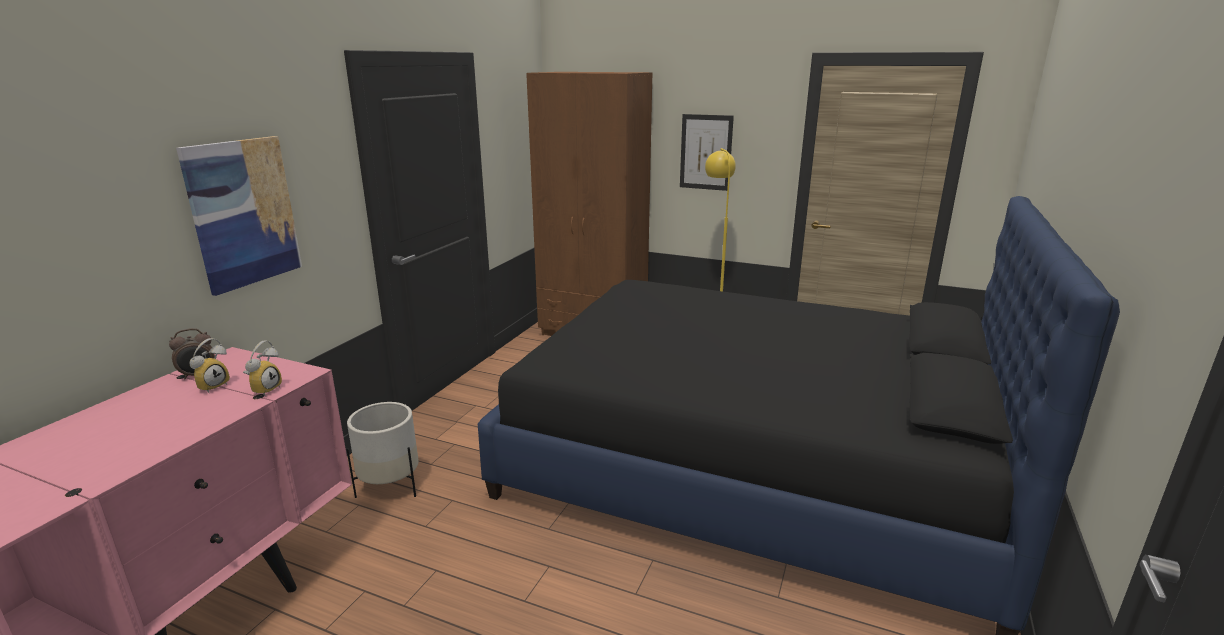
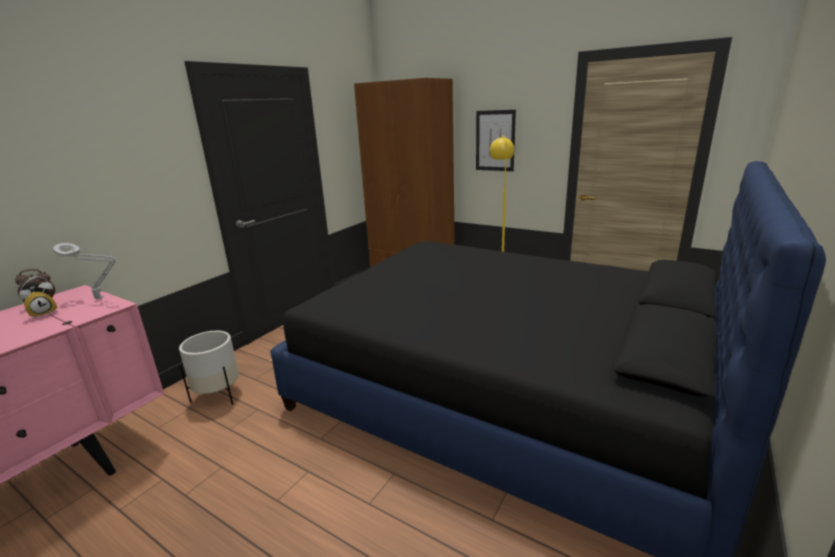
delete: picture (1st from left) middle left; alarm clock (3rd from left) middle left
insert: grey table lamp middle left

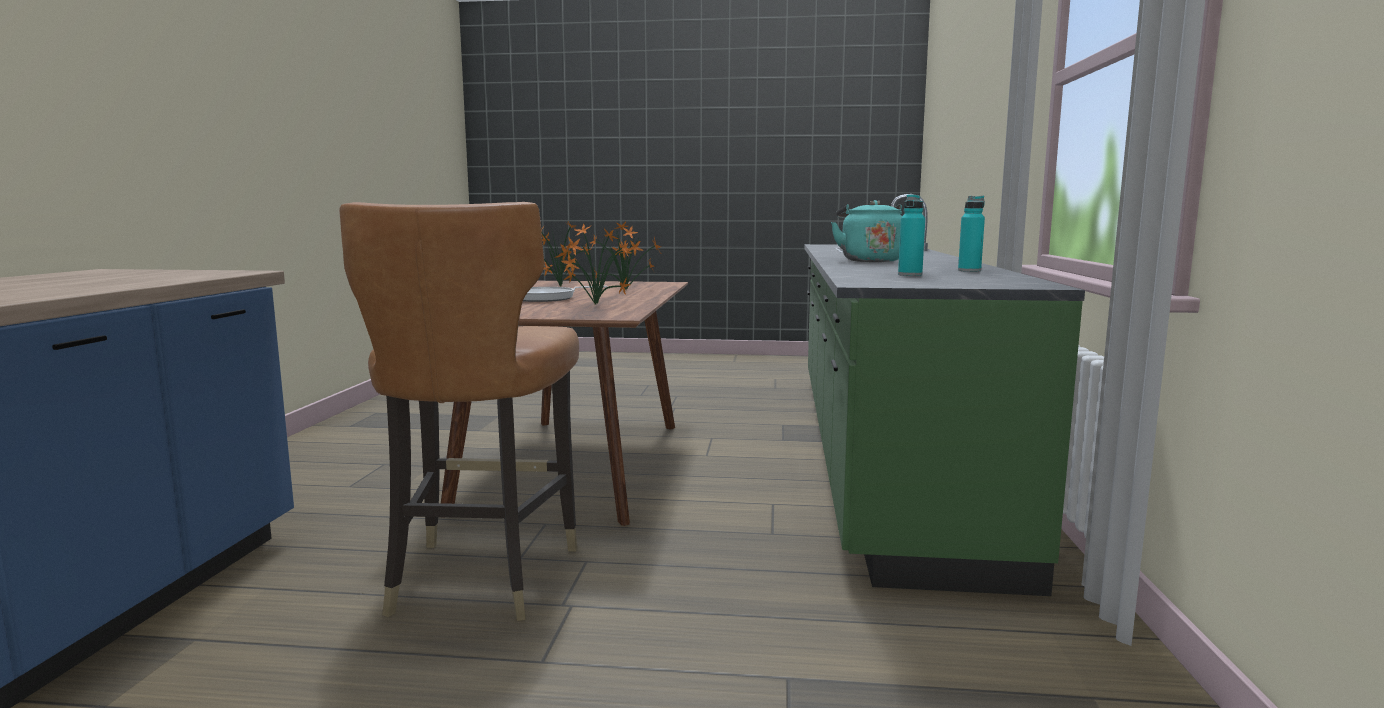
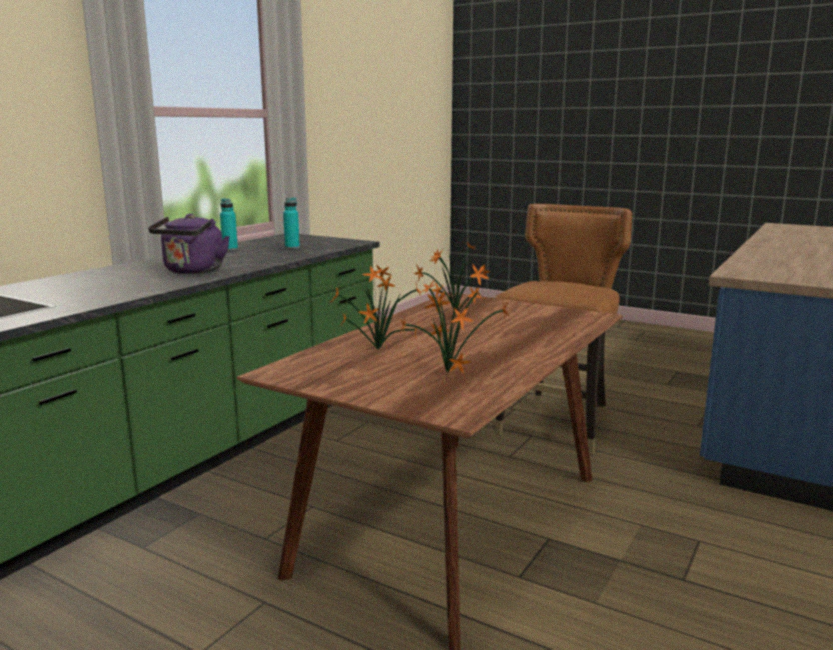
delete: frying pan centre
recolor: turquoise kettle top centre to purple kettle middle left

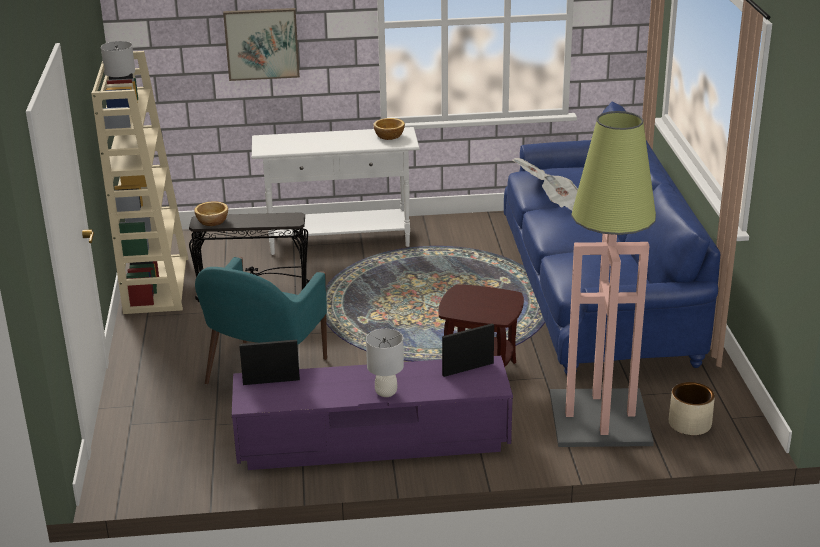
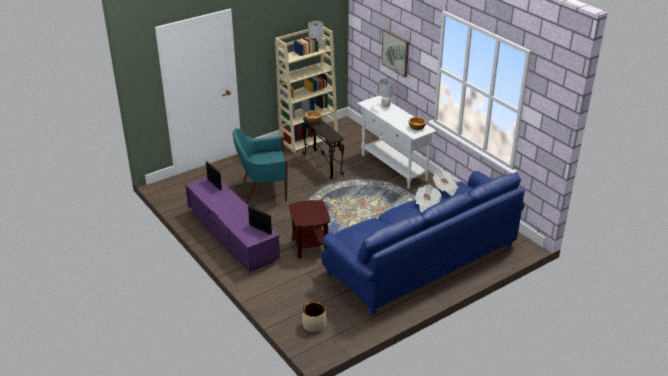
delete: floor lamp middle right
move: grey table lamp (2nd from left) centre to top centre

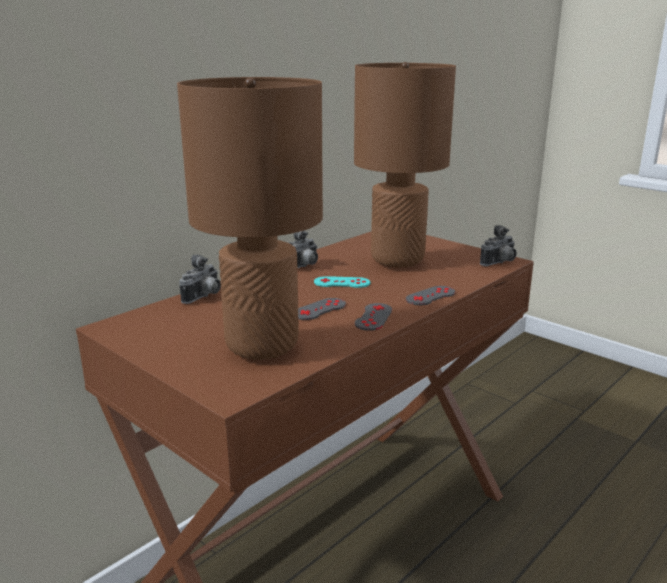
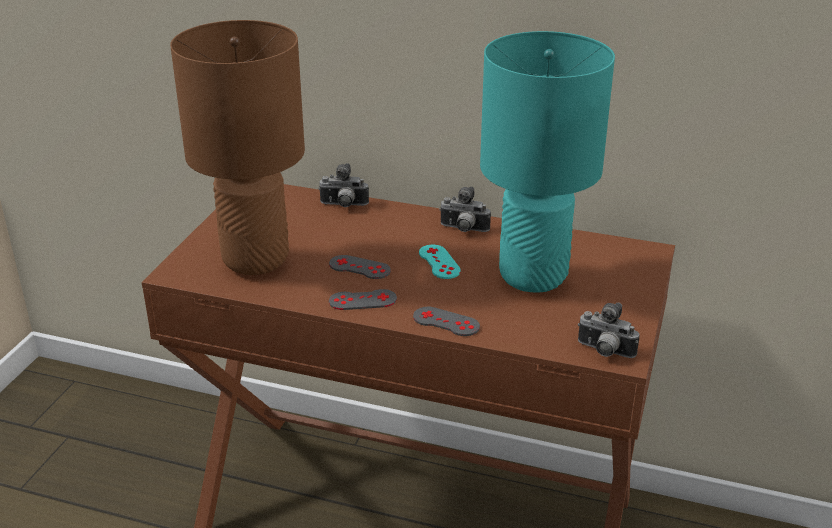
recolor: brown table lamp (2nd from left) top centre to turquoise table lamp top centre

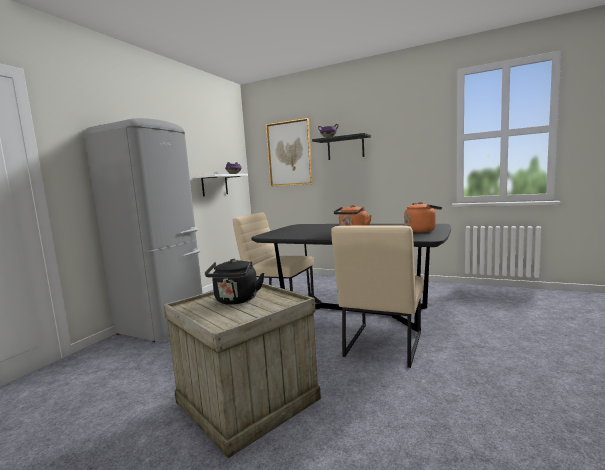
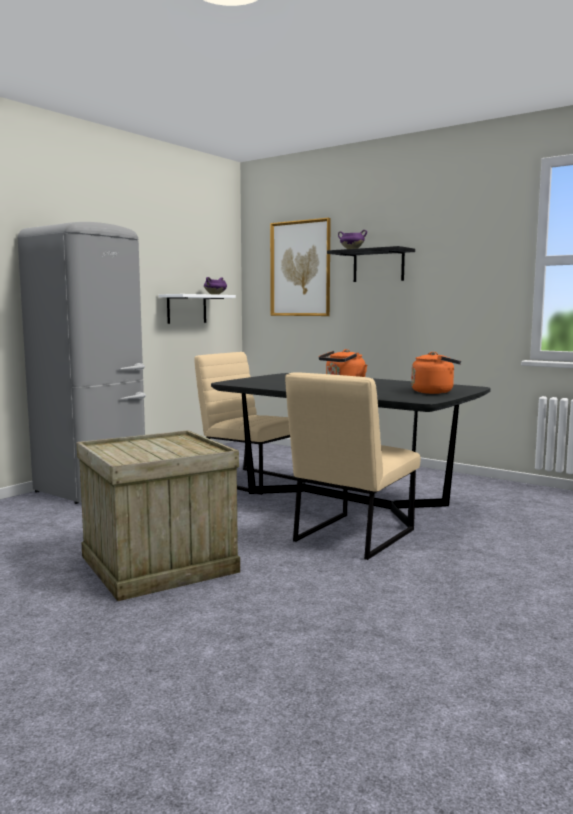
delete: black kettle centre

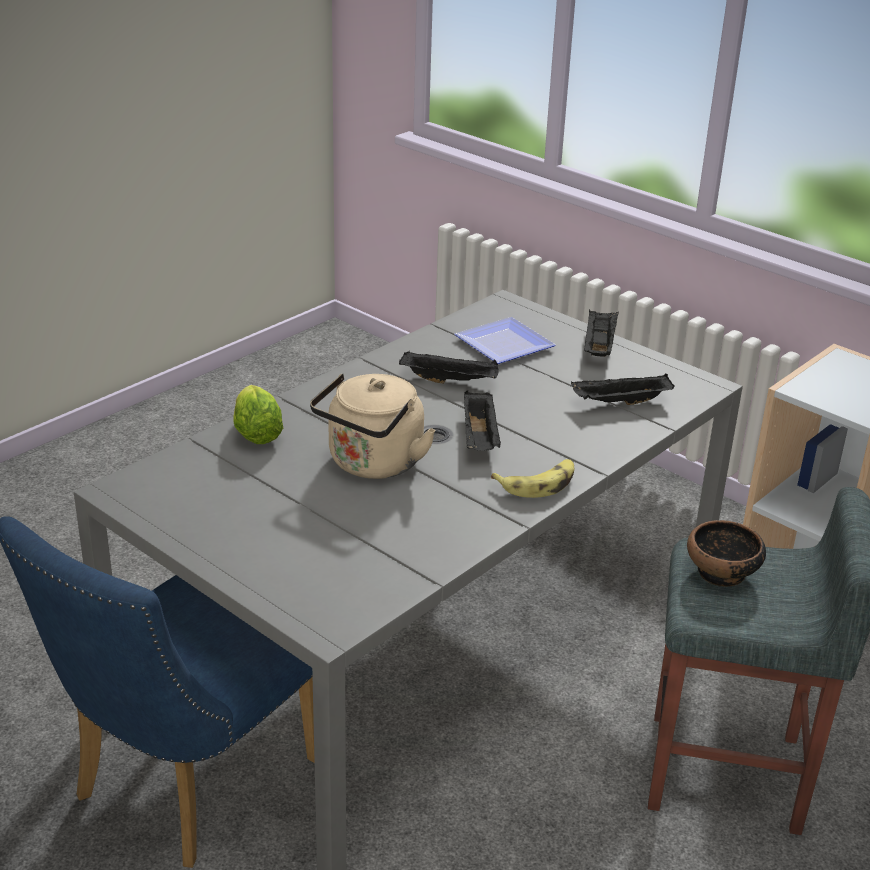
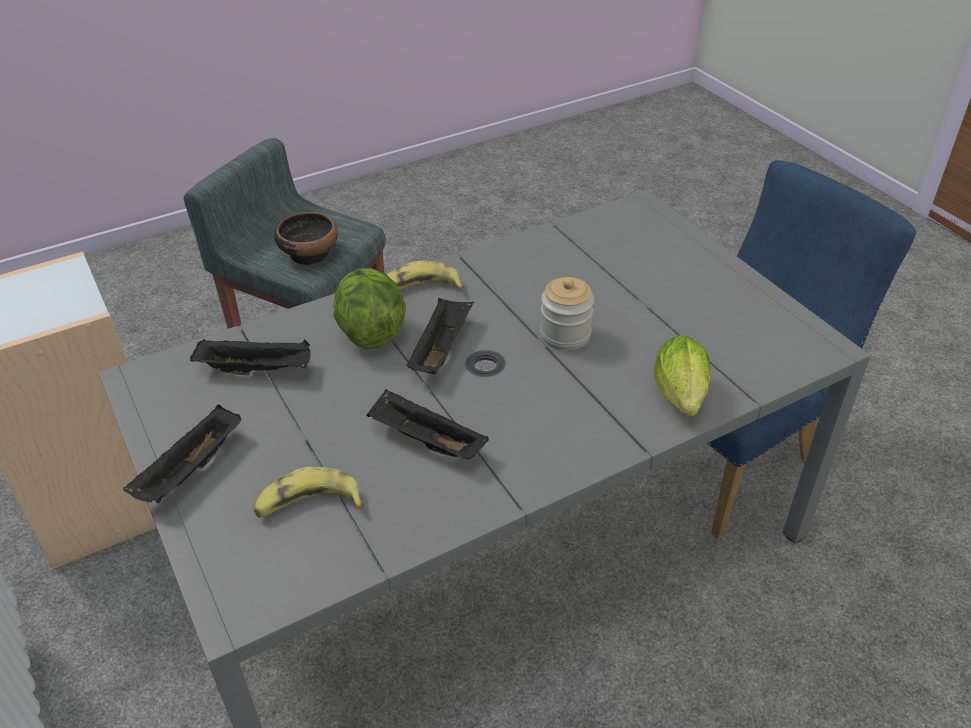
insert: lettuce (1st from left) centre
replace: beige kettle centre to jar centre; plate centre to banana (1st from left) bottom left

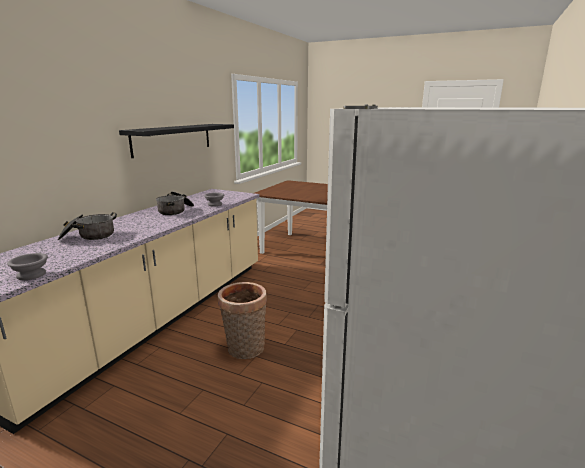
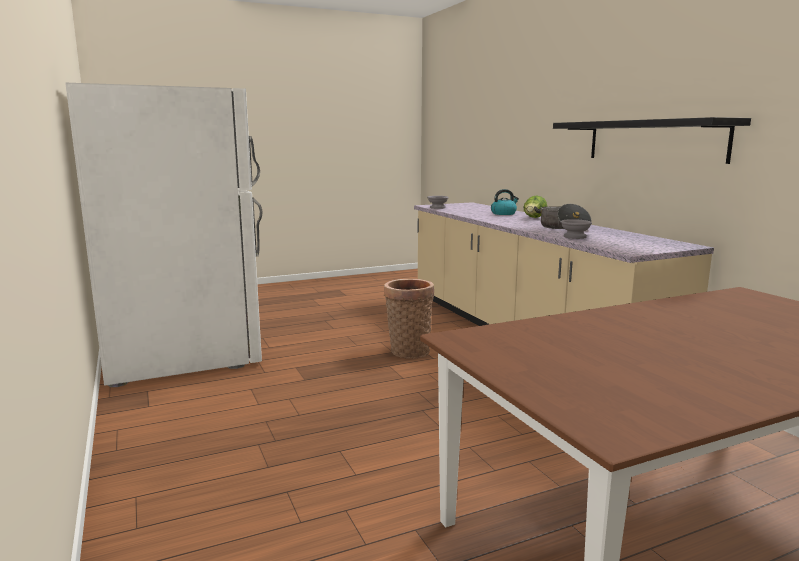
insert: lettuce middle right
replace: cooking pot (1st from left) middle left to kettle centre

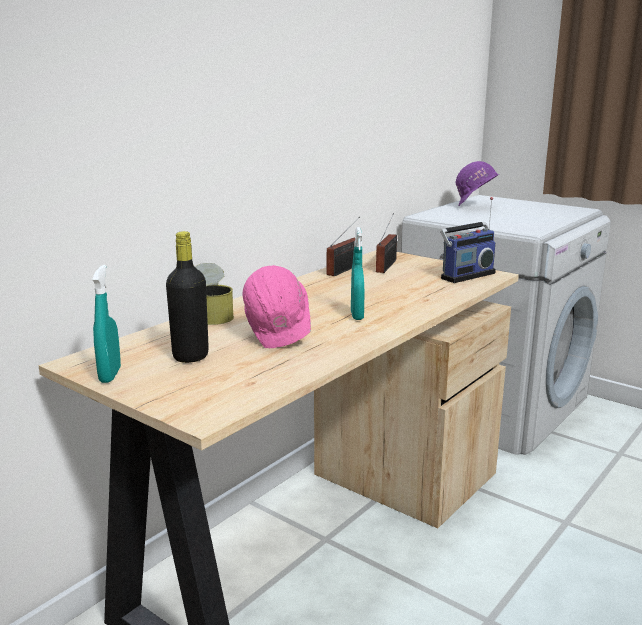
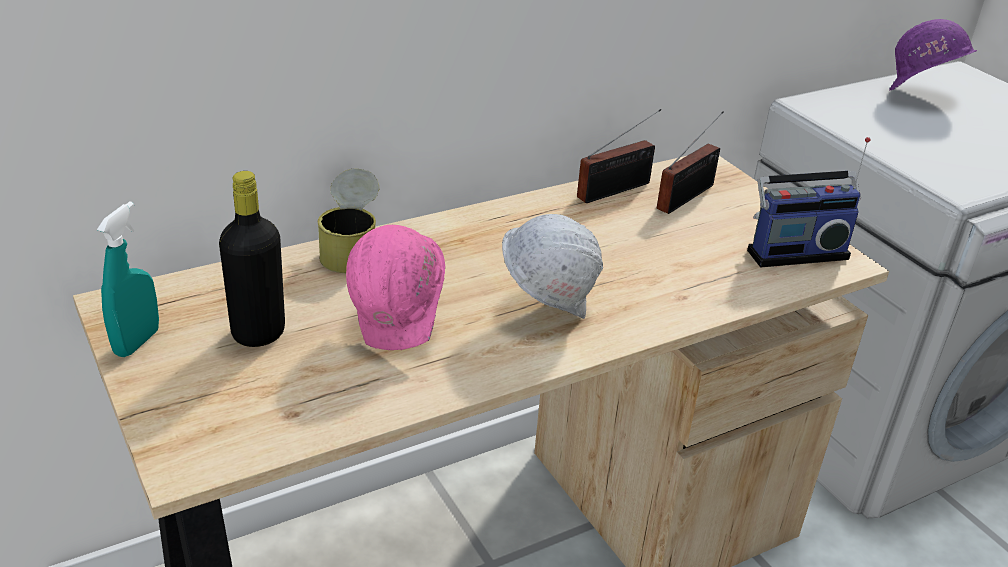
replace: turquoise spray bottle (2nd from left) centre to white hard hat centre

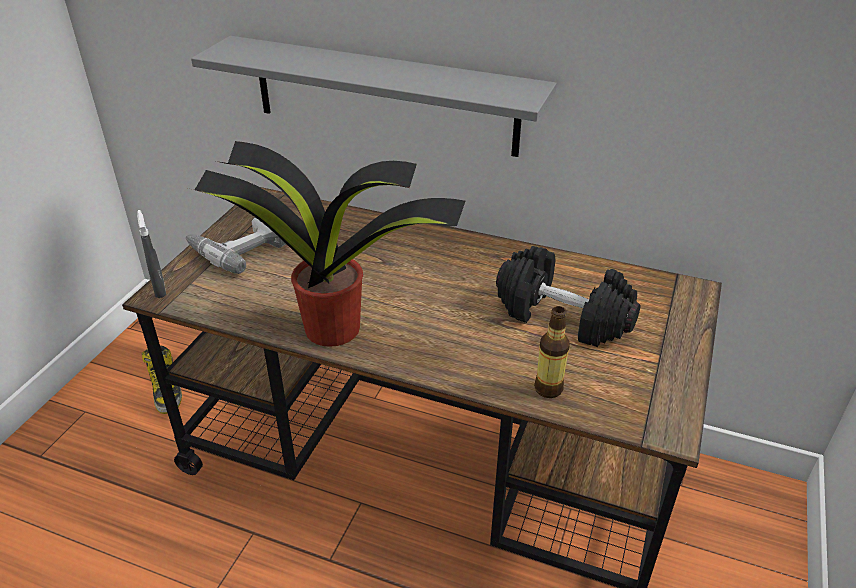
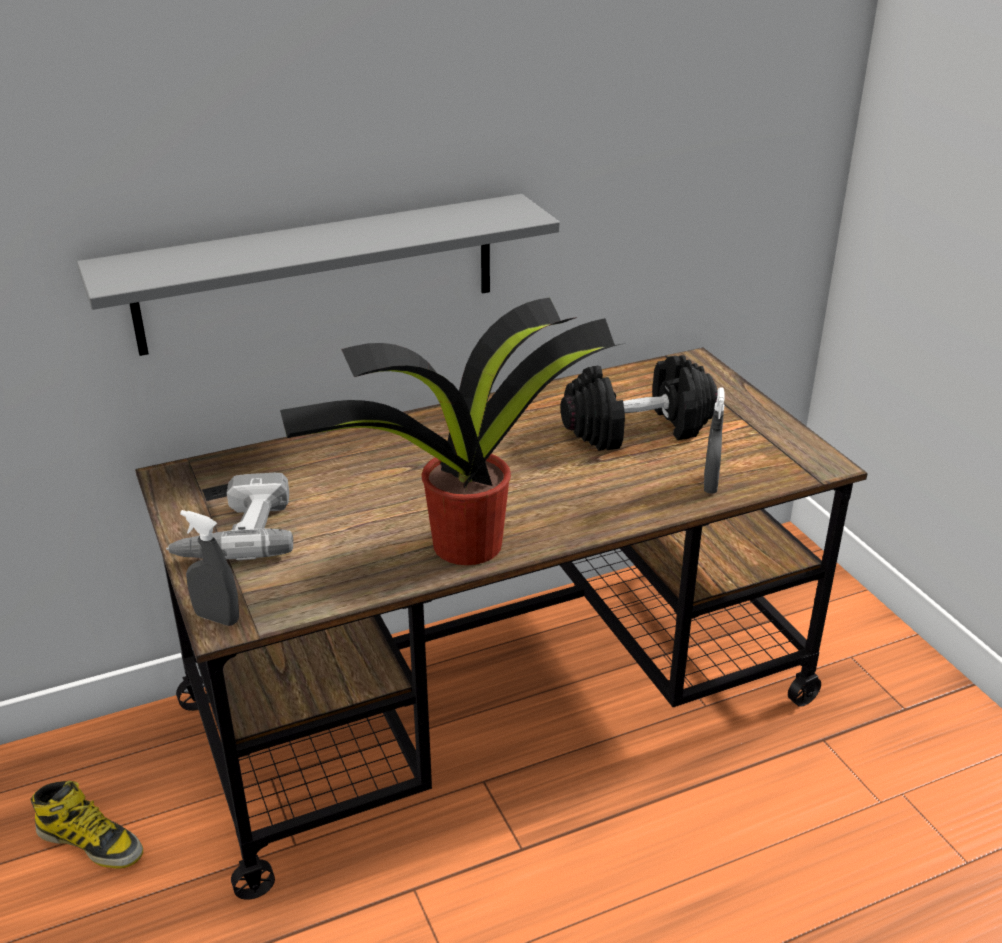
replace: bottle centre to grey spray bottle (2nd from left) middle right

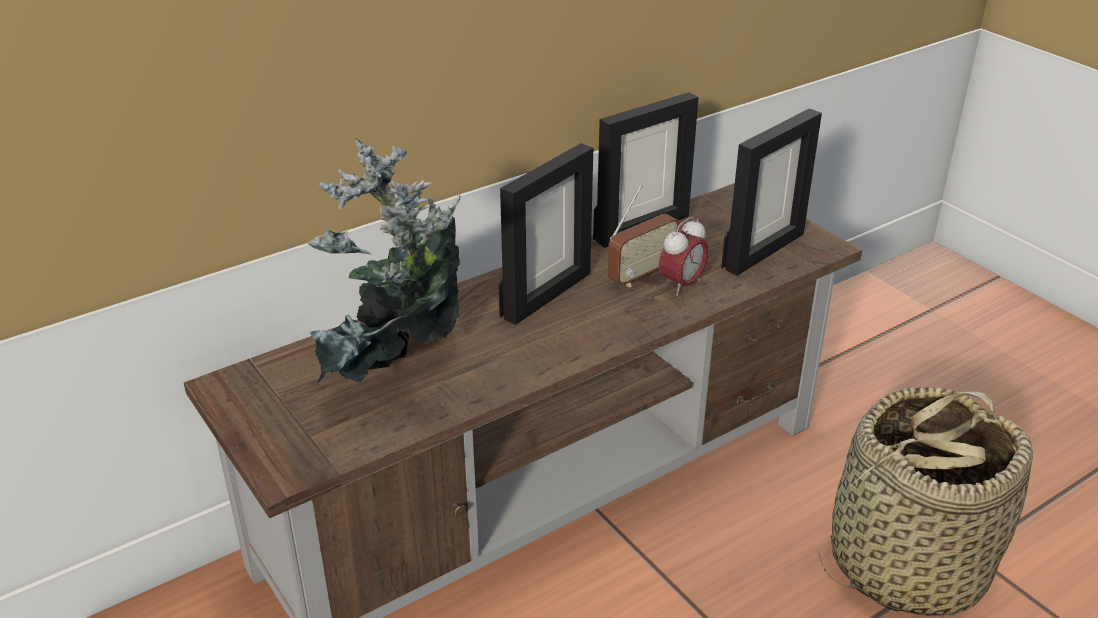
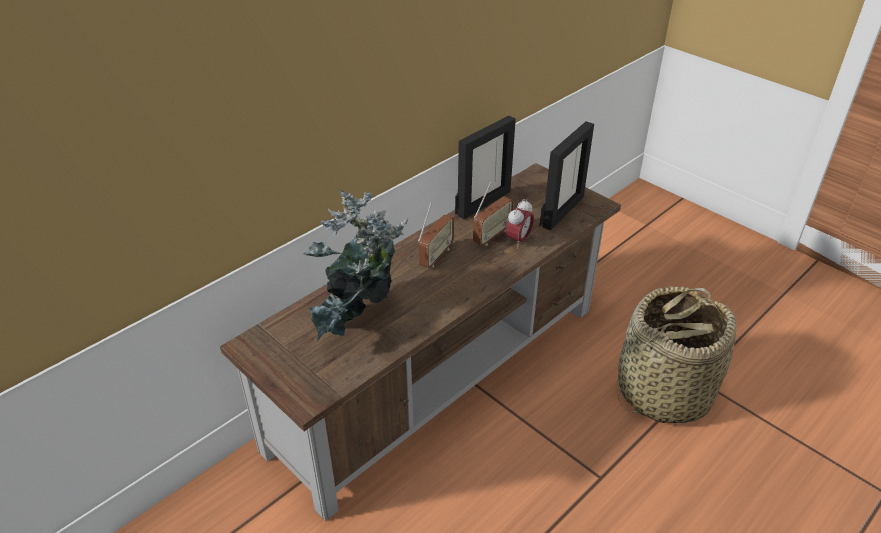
replace: picture frame (1st from left) centre to radio (1st from left) centre

